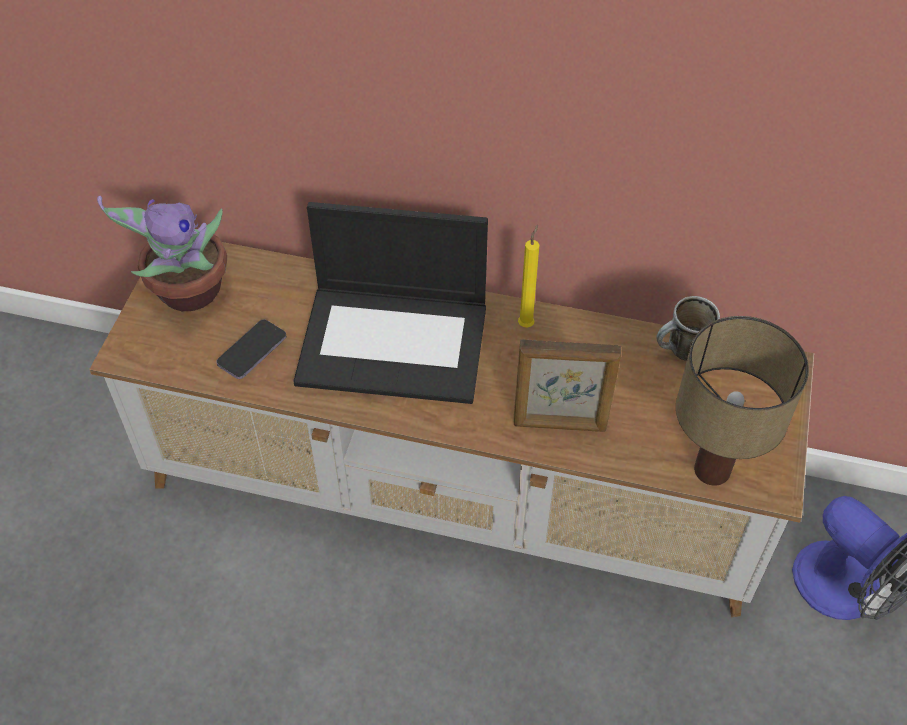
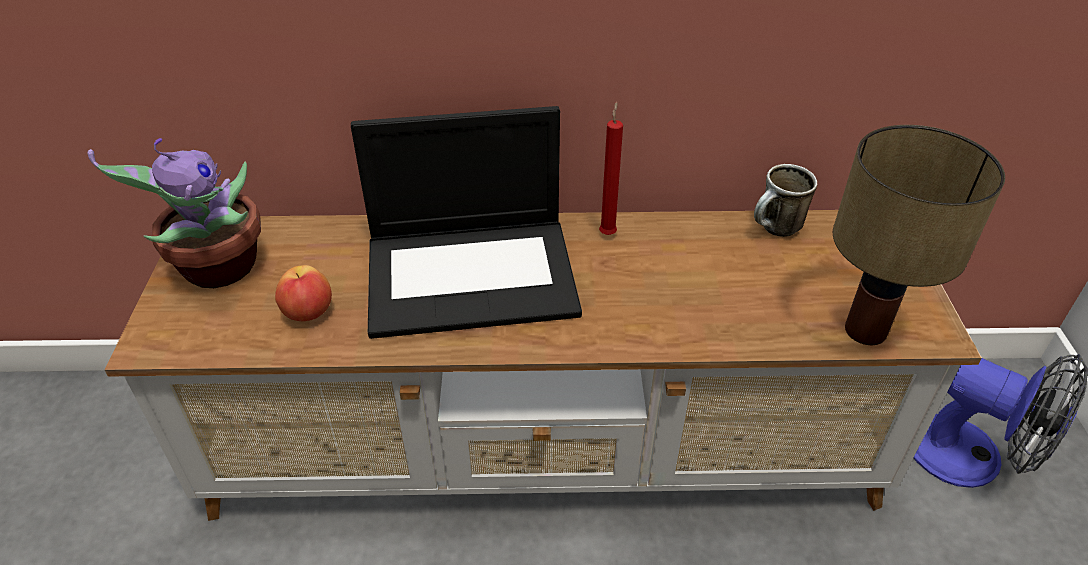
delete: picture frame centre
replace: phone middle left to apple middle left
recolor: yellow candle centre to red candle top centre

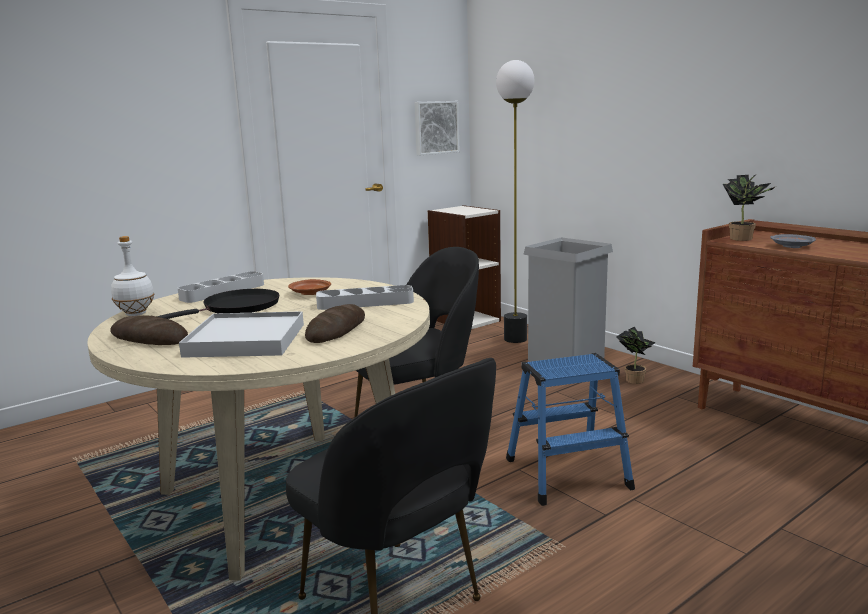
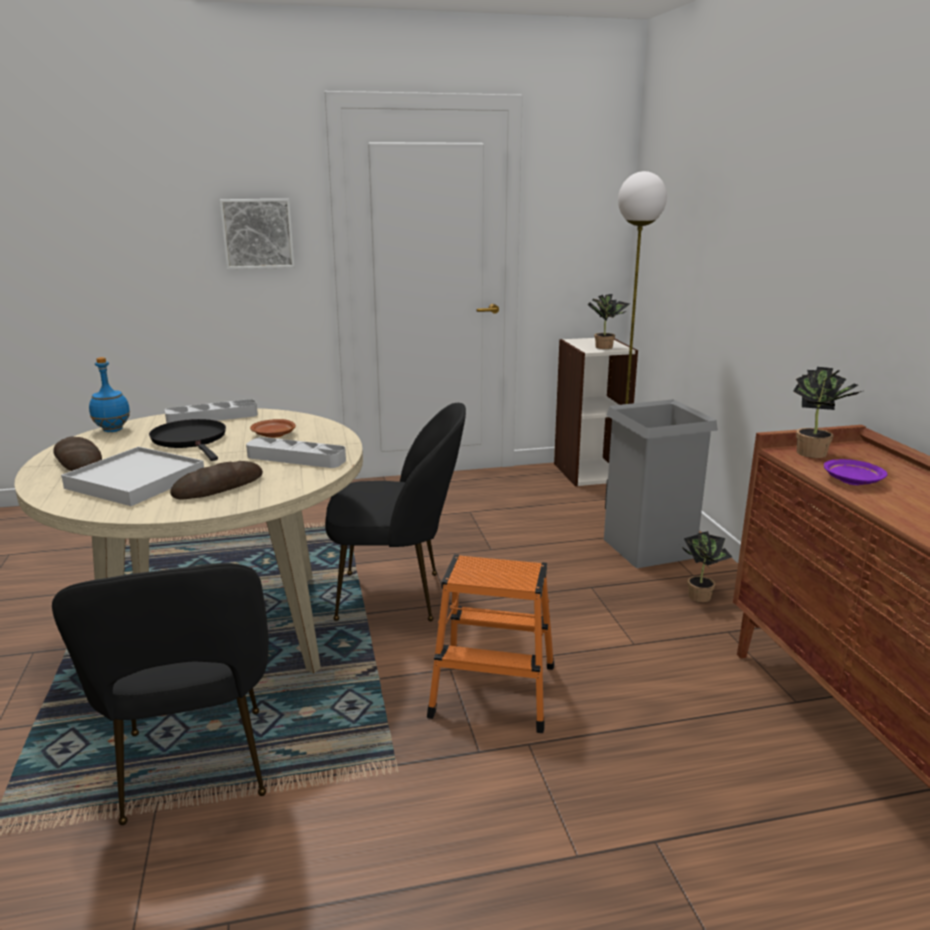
insert: potted plant (1st from left) centre
move: picture top centre to top left
recolor: white bottle middle left to blue bottle middle left; blue step ladder bottom centre to orange step ladder bottom centre; grey plate middle right to purple plate middle right
rotate: black frying pan middle left = middle left 105 degrees counterclockwise

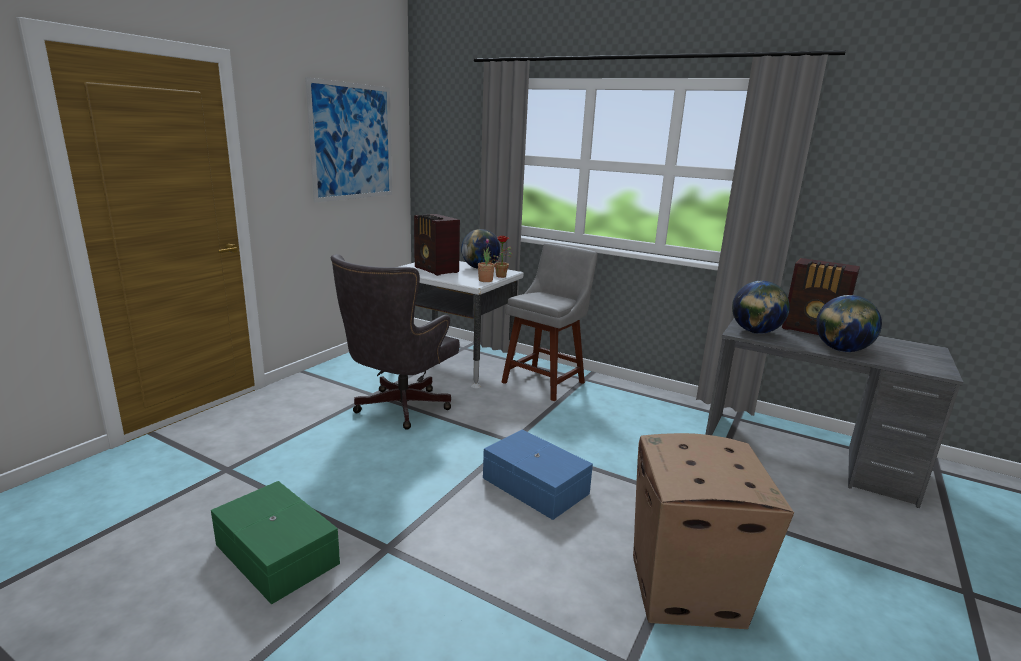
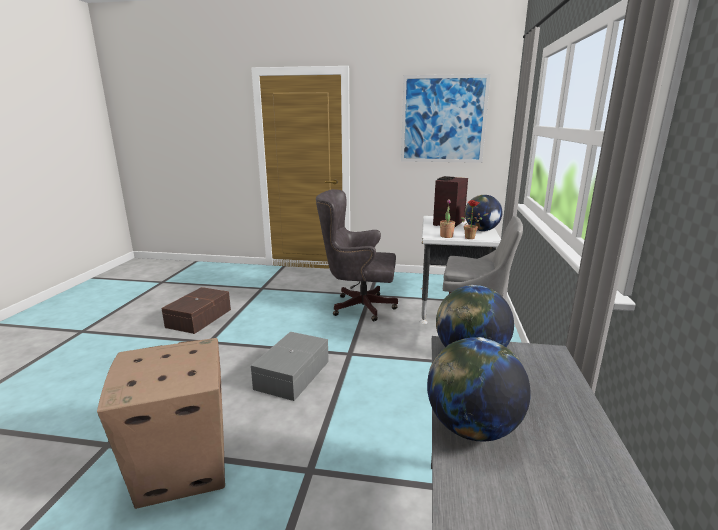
delete: radio (2nd from left) middle right
recolor: green storage box bottom left to brown storage box middle left; blue storage box bottom centre to grey storage box bottom centre

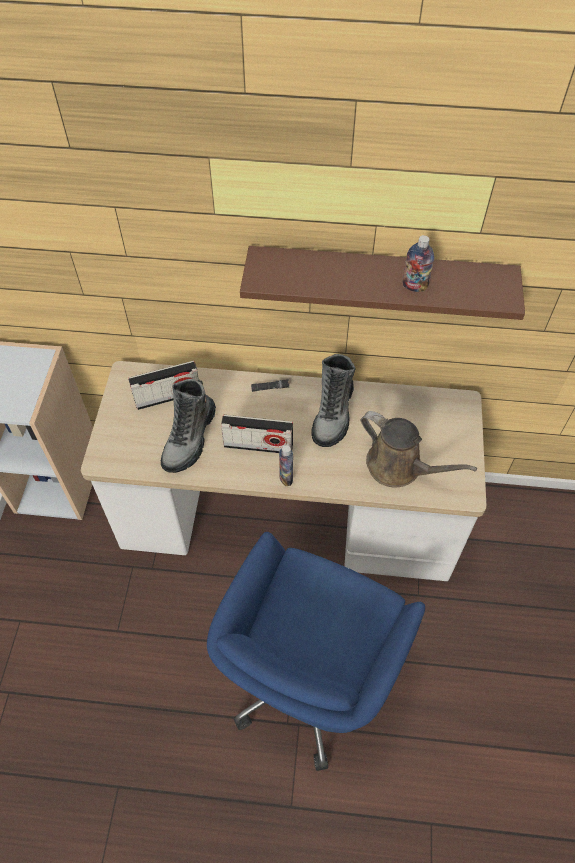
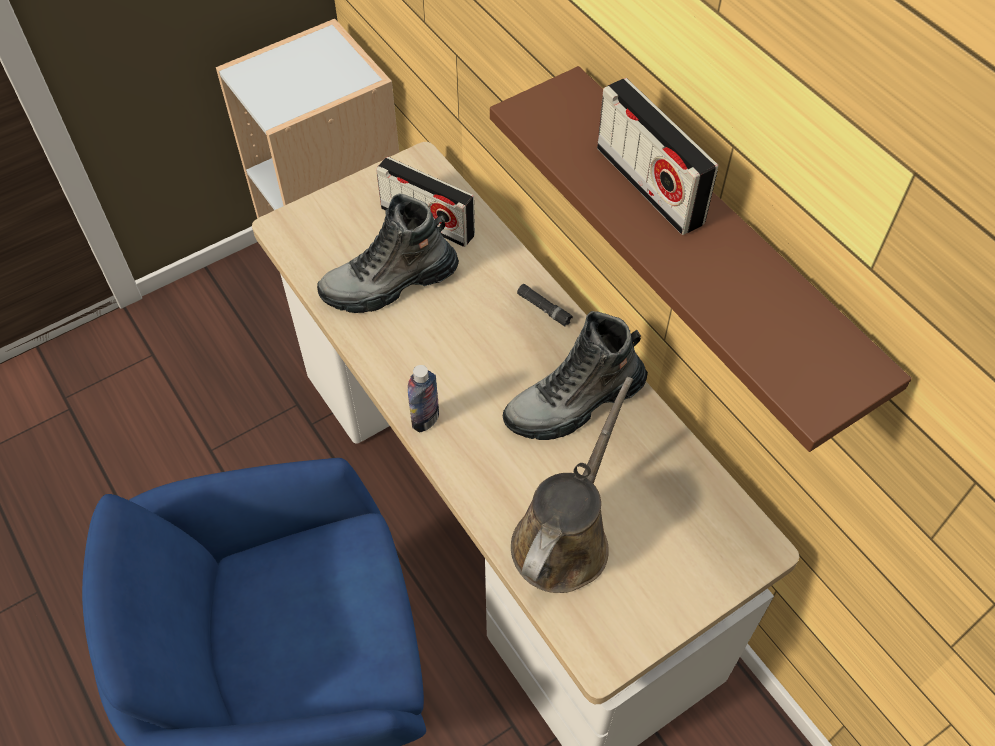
delete: bottle (2nd from left) top right
move: radio (2nd from left) centre to top centre
rotate: brown watering can middle right = centre 150 degrees counterclockwise

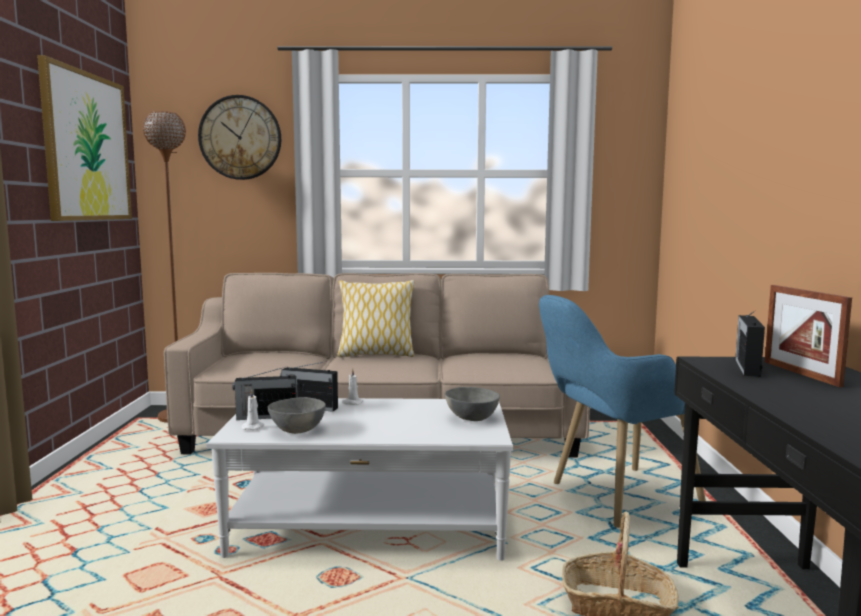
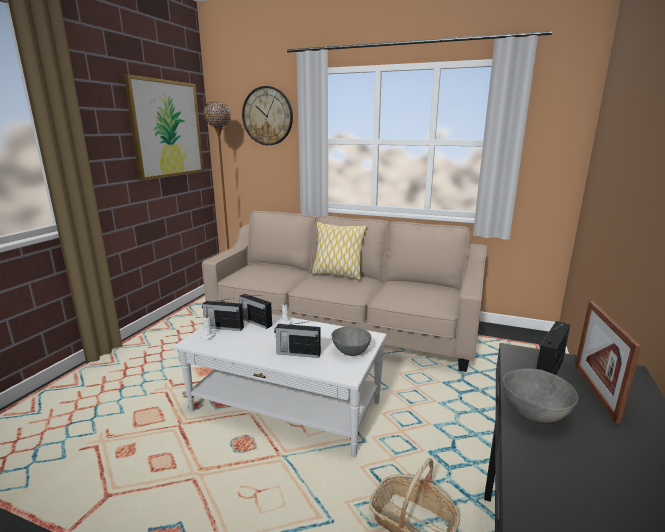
delete: blue armchair bottom right
insert: radio (3rd from left) centre
move: grey bowl (1st from left in the first image) bottom centre to grey bowl (2nd from left) bottom right

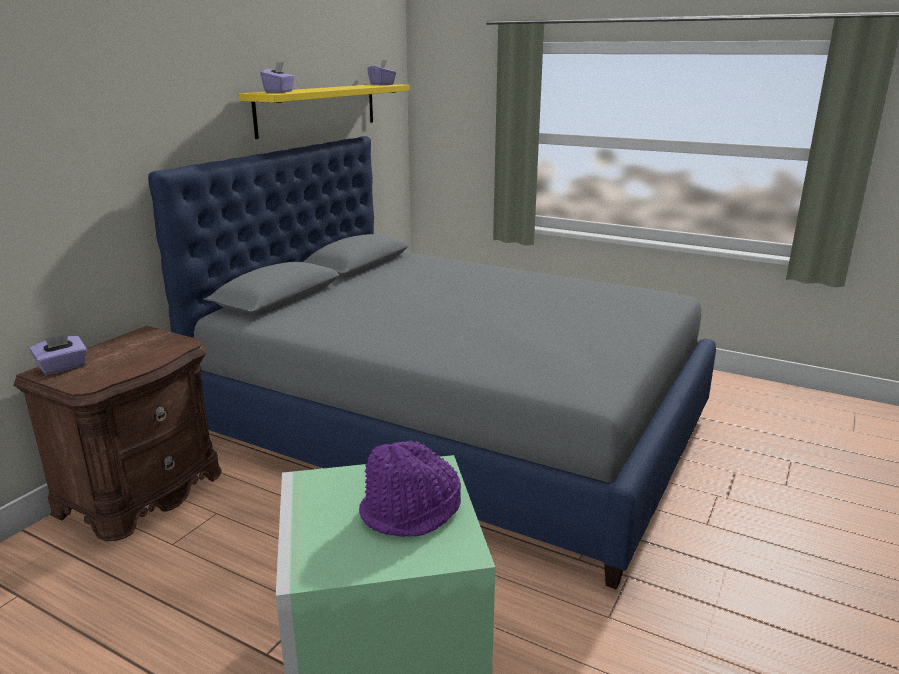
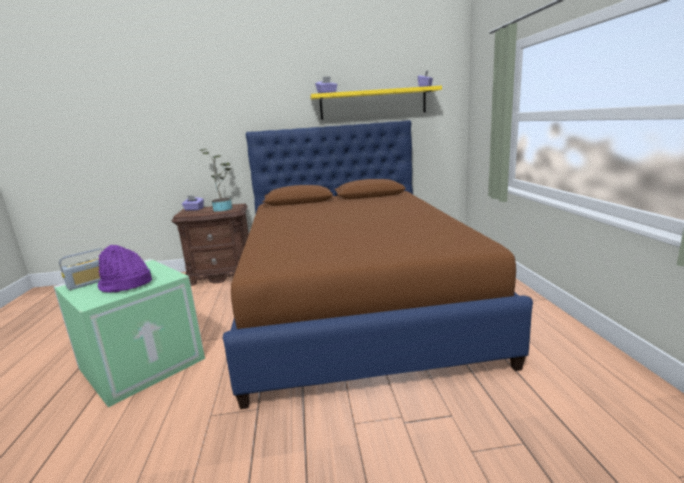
insert: radio middle left; potted plant middle left
recolor: grey bed centre to brown bed centre

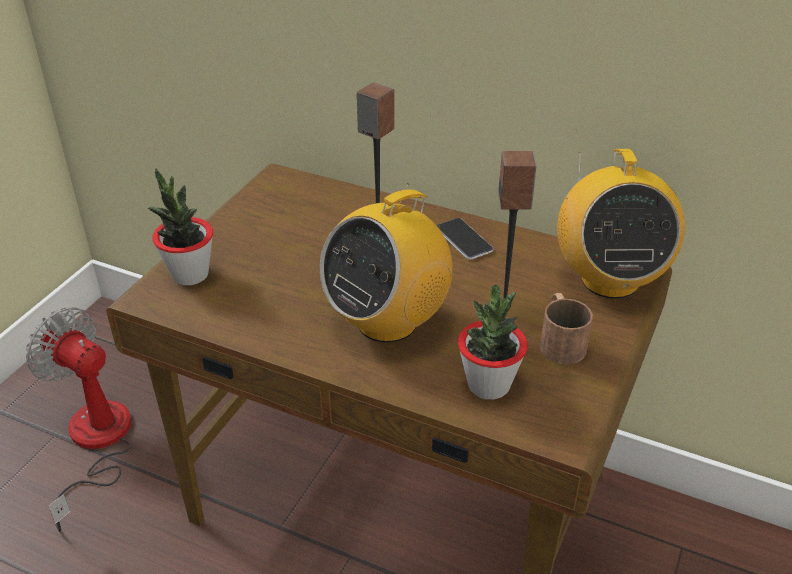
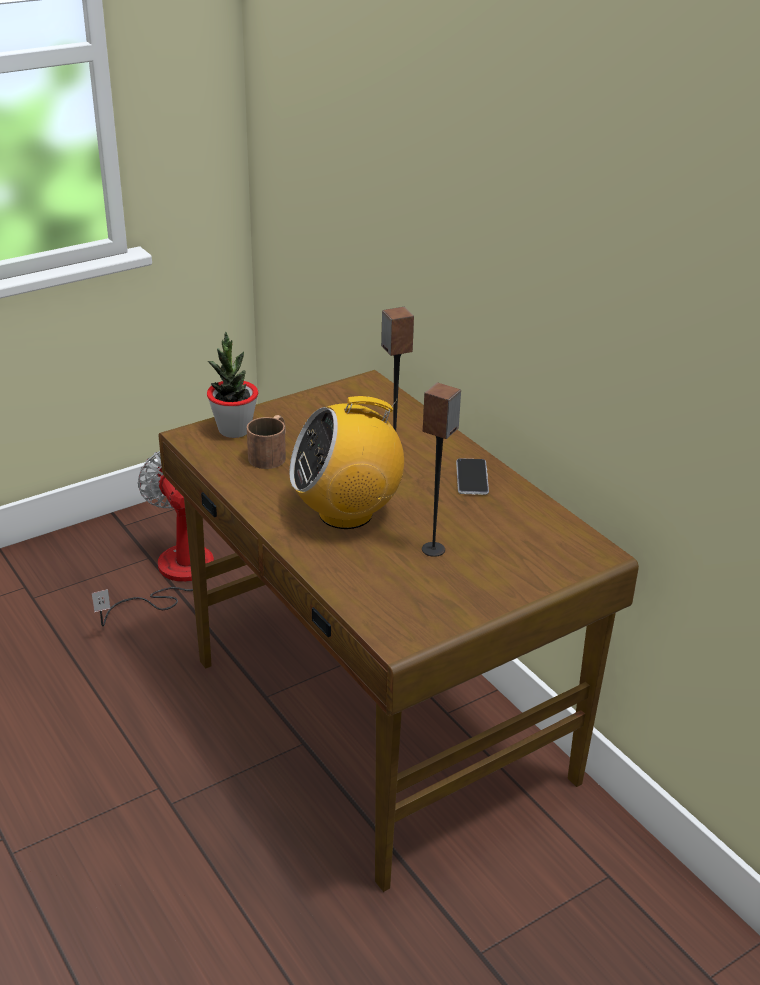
delete: potted plant (2nd from left) centre; radio (2nd from left) middle right
move: brown mug middle right to centre

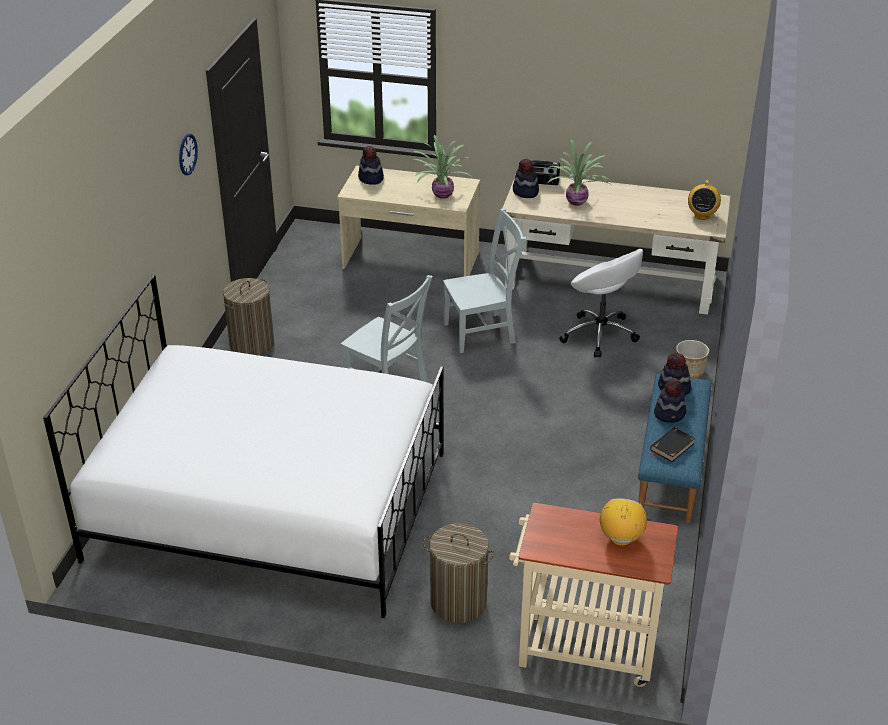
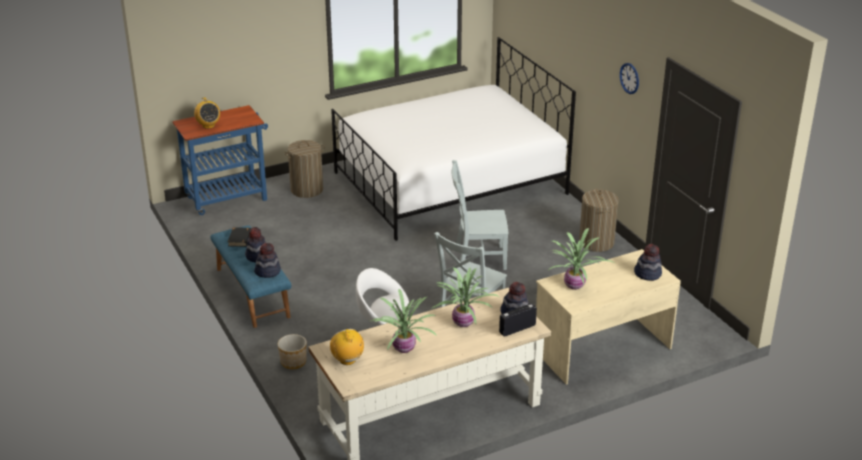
insert: potted plant (1st from left) bottom centre
recolor: beige cart bottom right to blue cart middle left

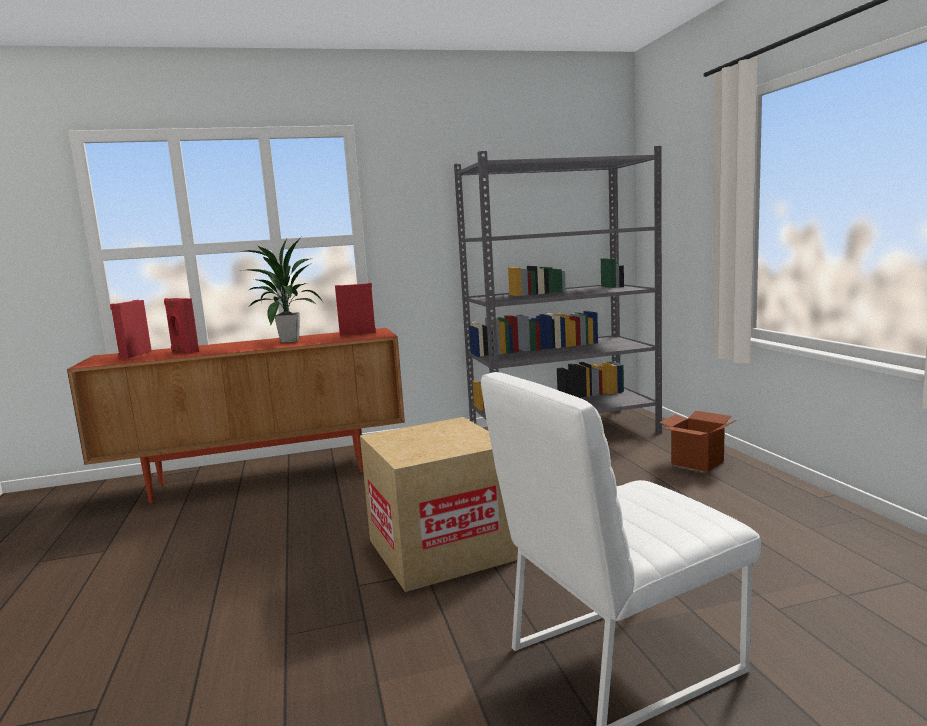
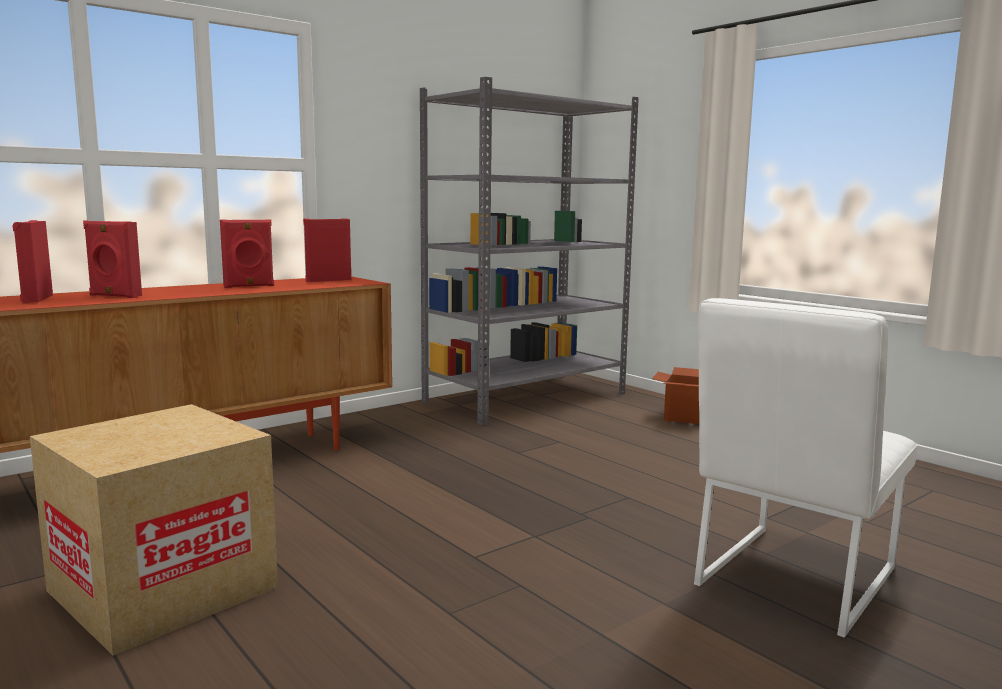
move: cardboard box (1st from left) bottom centre to bottom left
replace: potted plant middle left to red speaker (3rd from left) middle left

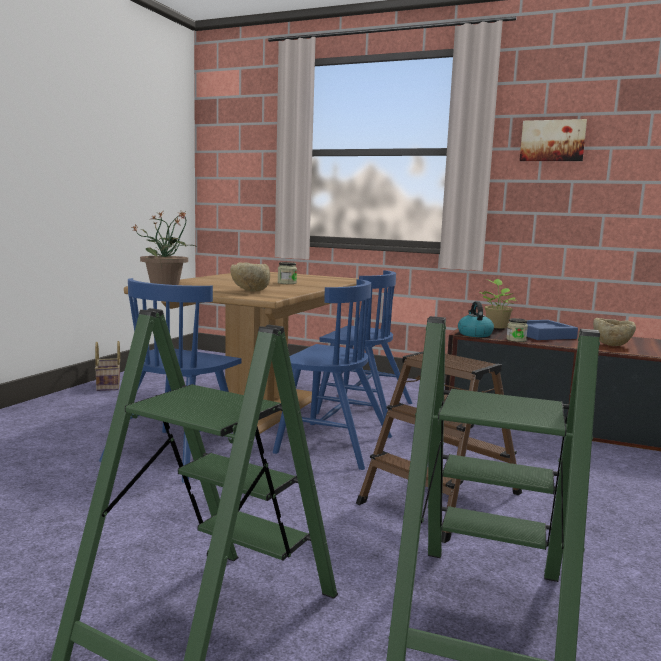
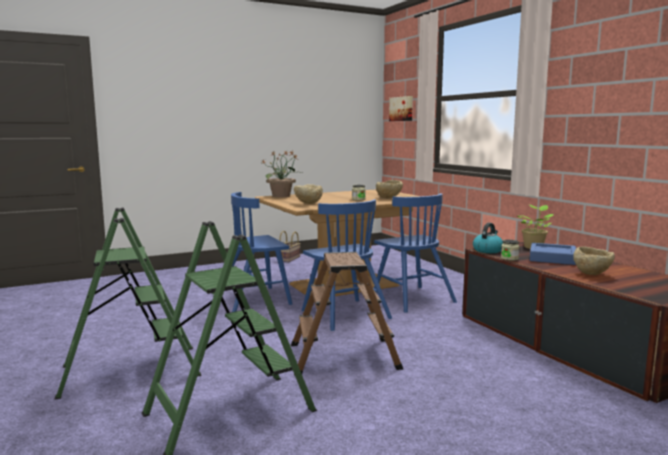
insert: beige bowl (2nd from left) centre
move: picture top right to top centre

